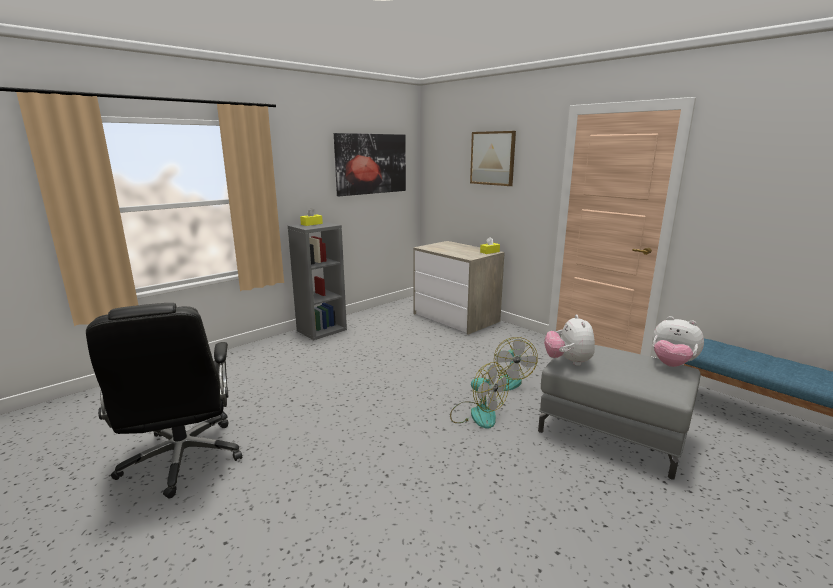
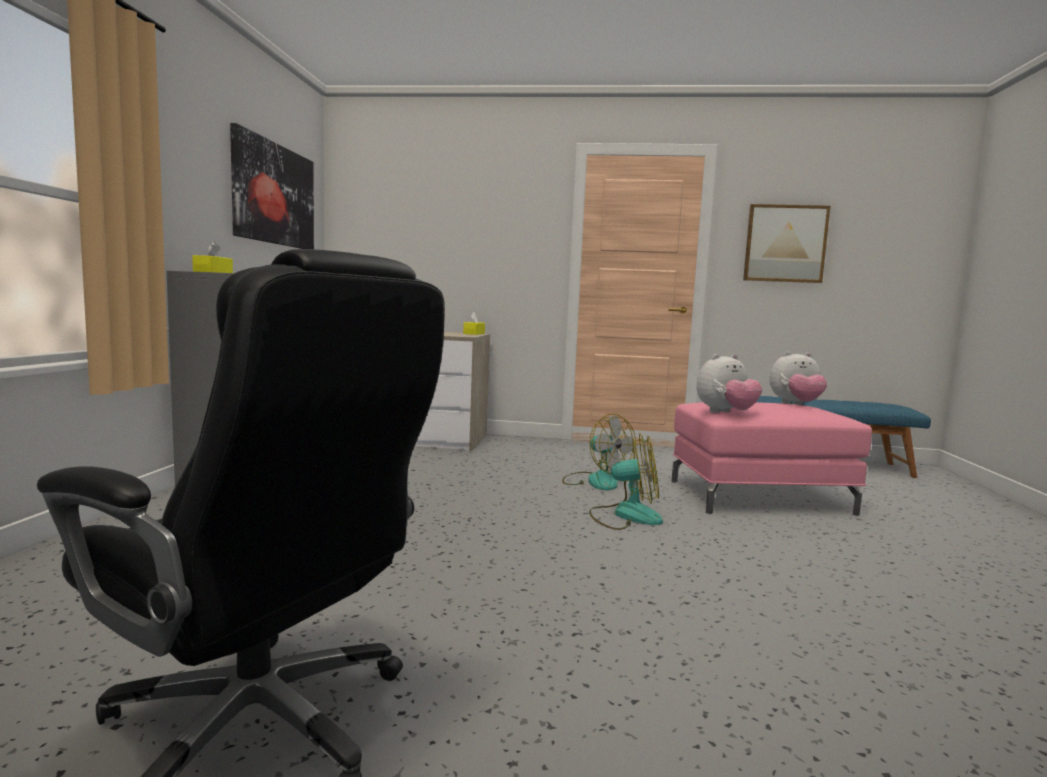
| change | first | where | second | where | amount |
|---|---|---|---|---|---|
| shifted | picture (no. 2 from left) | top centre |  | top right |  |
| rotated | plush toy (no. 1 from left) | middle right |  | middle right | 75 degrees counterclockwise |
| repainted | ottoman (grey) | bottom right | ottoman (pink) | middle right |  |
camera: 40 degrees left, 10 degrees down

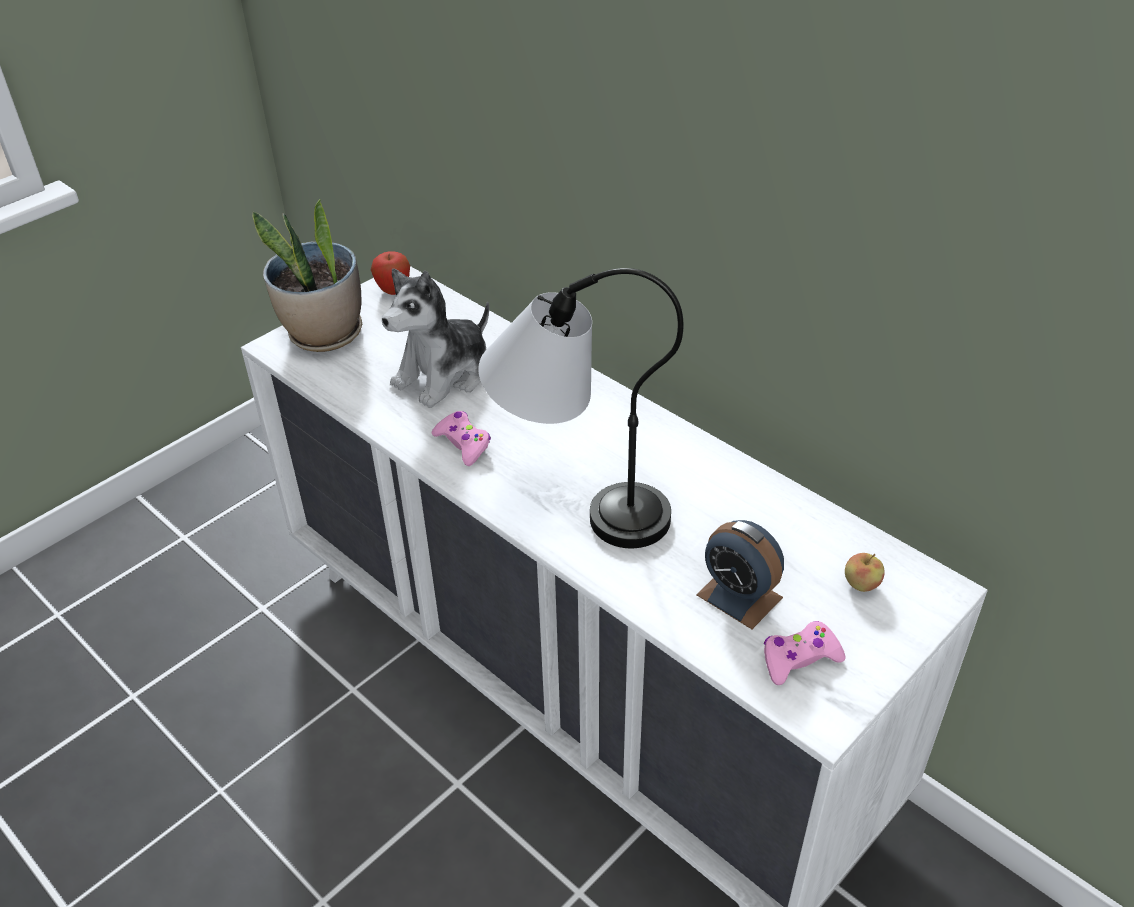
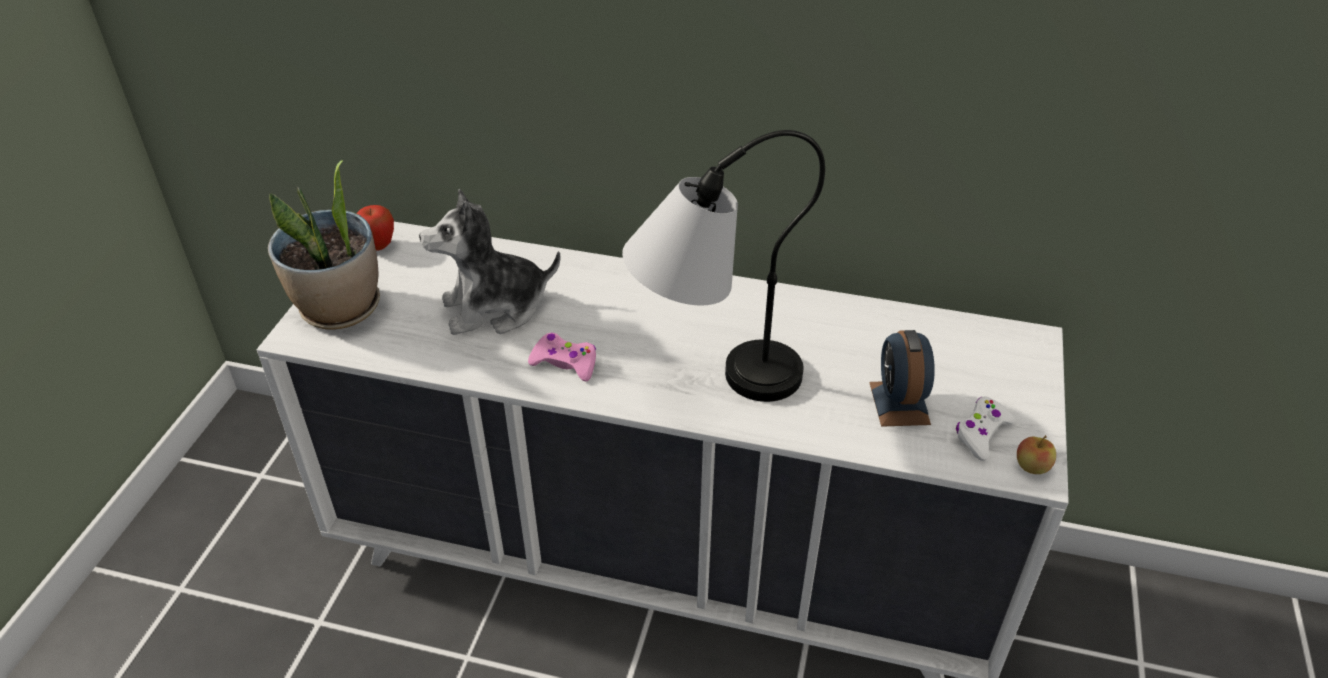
| change | first | where | second | where | amount |
|---|---|---|---|---|---|
| rotated | plush toy | centre |  | centre | 60 degrees clockwise |
| rotated | alarm clock | centre |  | middle right | 75 degrees clockwise |
| shifted | apple (no. 2 from left) | middle right |  | bottom right |  |
| repainted | game controller (pink) (no. 2 from left) | bottom right | game controller (white) | middle right |  |
camera: 30 degrees left, 0 degrees up

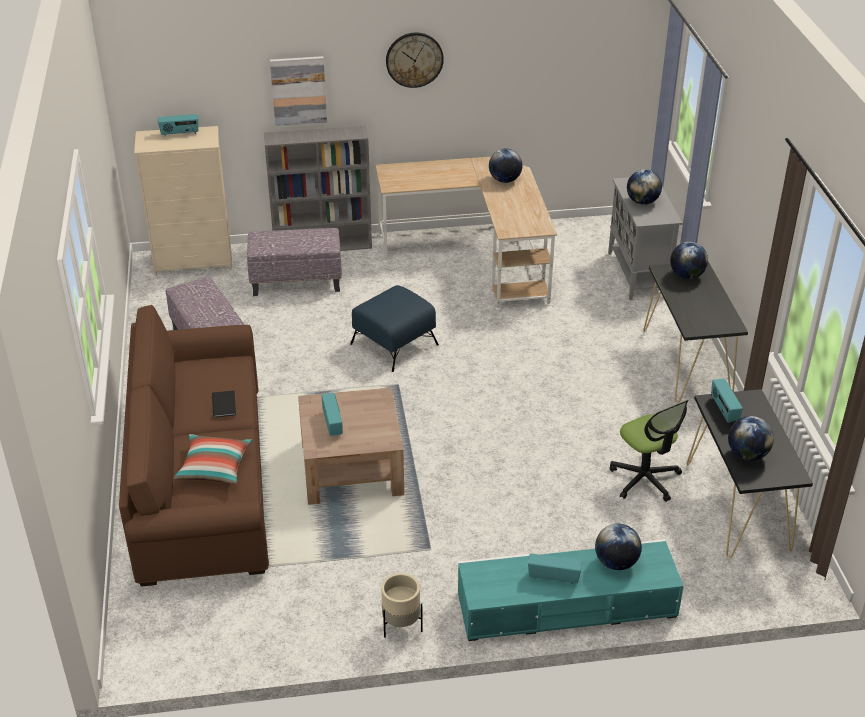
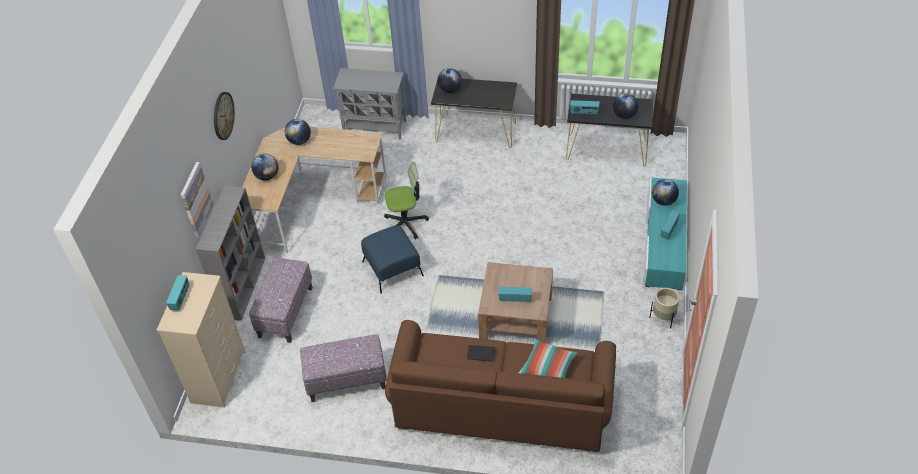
| change | first | where | second | where | amount |
|---|---|---|---|---|---|
| shifted | globe (no. 3 from left in the first image) | top right | globe (no. 1 from left) | middle left |  |
| shifted | office chair | middle right |  | centre |  |
camera: 70 degrees left, 10 degrees up

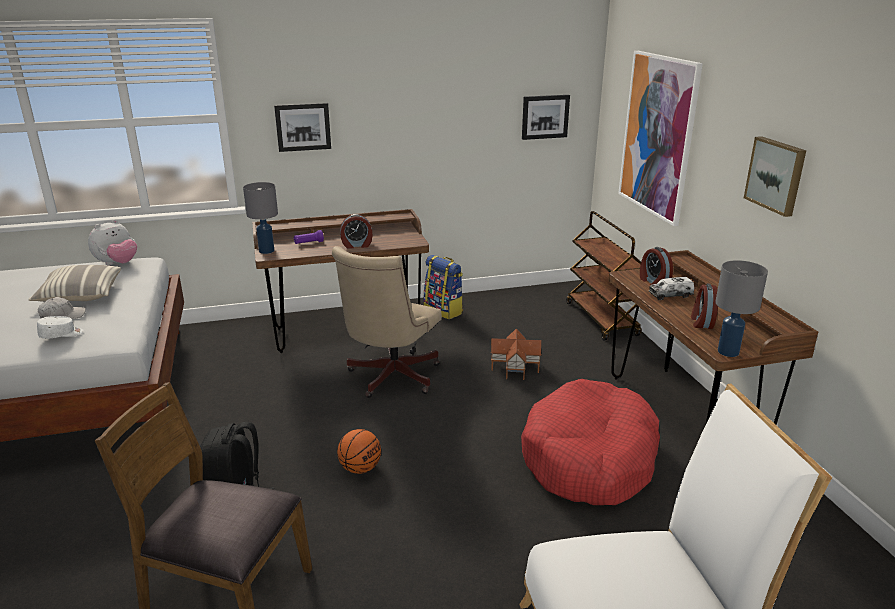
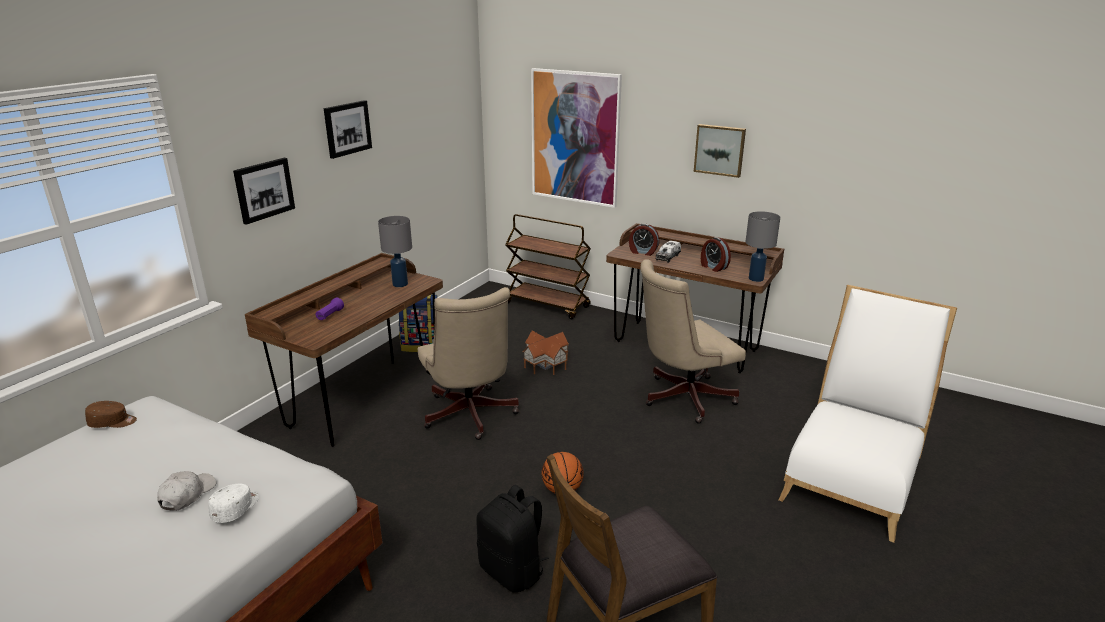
| change | first | where | second | where | amount |
|---|---|---|---|---|---|
| shifted | picture (no. 2 from left) | top centre |  | top left |  |
| shifted | table lamp (grey) (no. 1 from left) | middle left |  | centre |  |
| gone | alarm clock (no. 1 from left) | centre |  |  |  |
| swapped | plush toy | middle left | cap (brown) | middle left |  |
| gone | pillow | middle left |  |  |  |
| swapped | dog bed (red) | bottom centre | office chair (beige) (no. 2 from left) | centre |  |
camera: 45 degrees left, 0 degrees up

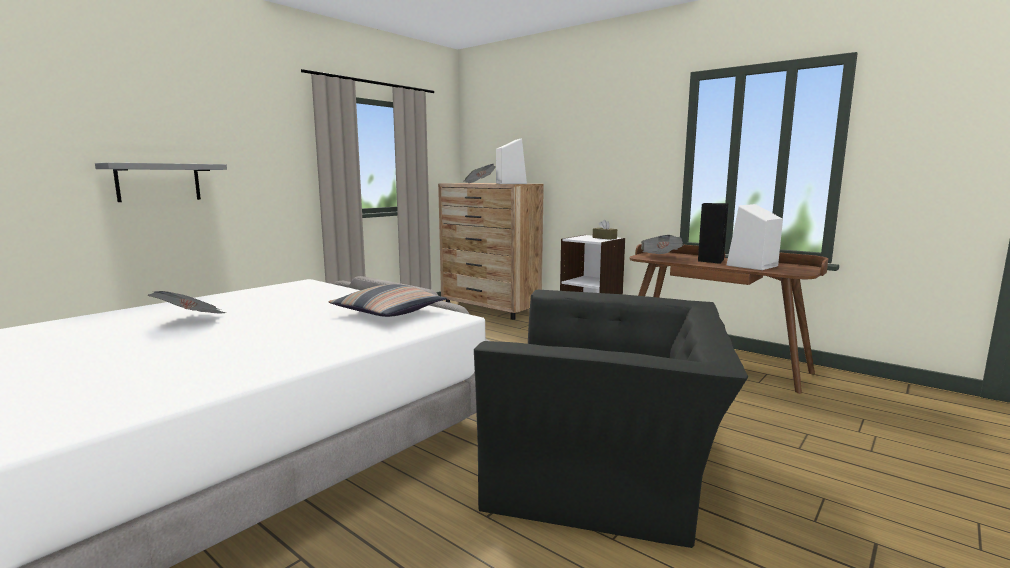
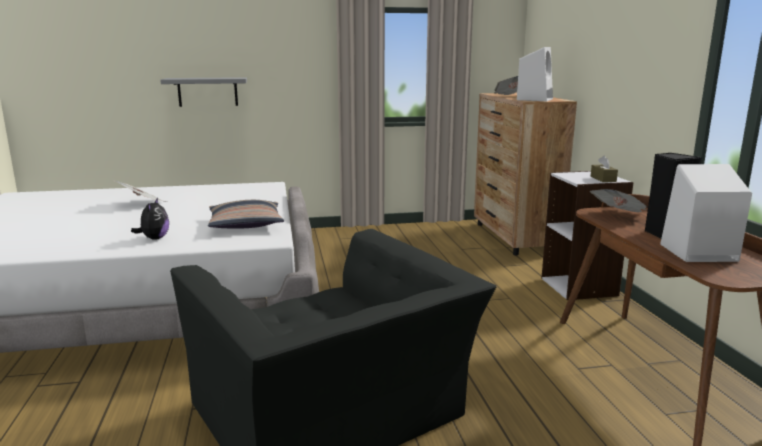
| change | first | where | second | where | amount |
|---|---|---|---|---|---|
| new |  |  | plush toy | middle left |  |
camera: 40 degrees right, 5 degrees up

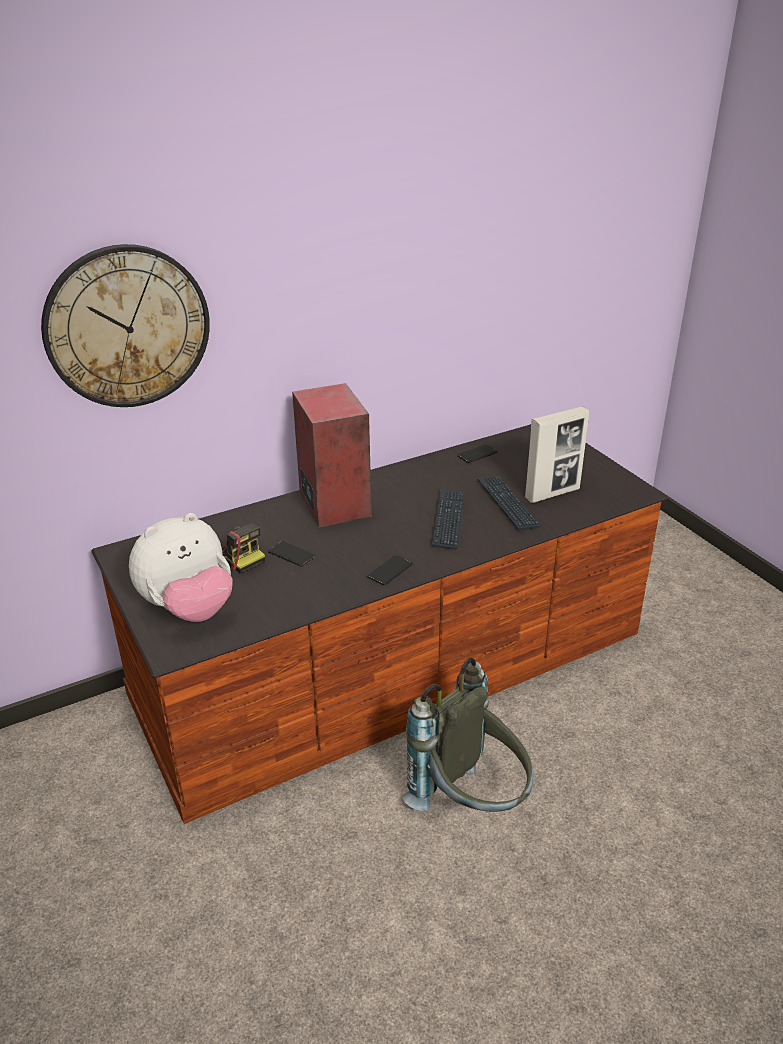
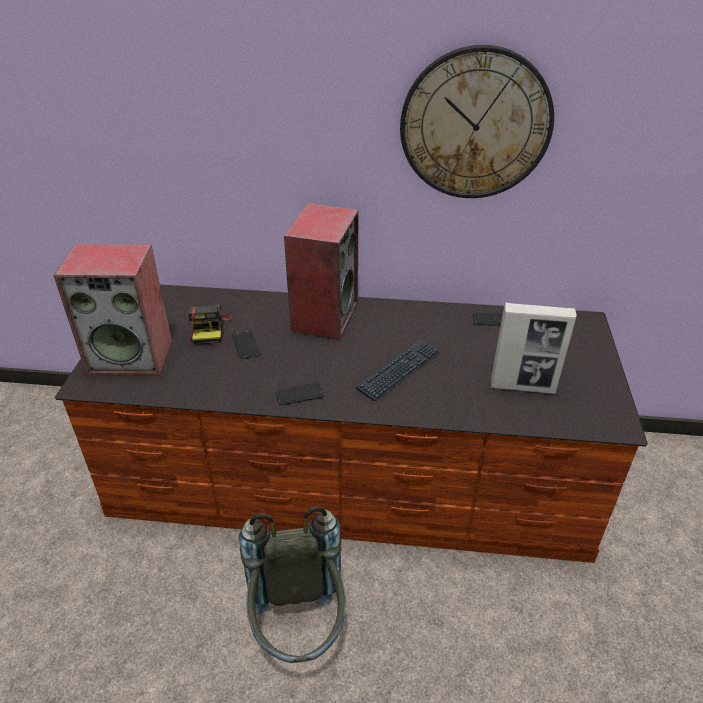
| change | first | where | second | where | amount |
|---|---|---|---|---|---|
| shifted | wall clock | top left |  | top right |  |
| gone | keyboard (no. 2 from left) | centre |  |  |  |
| swapped | plush toy | middle left | speaker (no. 1 from left) | middle left |  |
camera: 35 degrees right, 5 degrees up

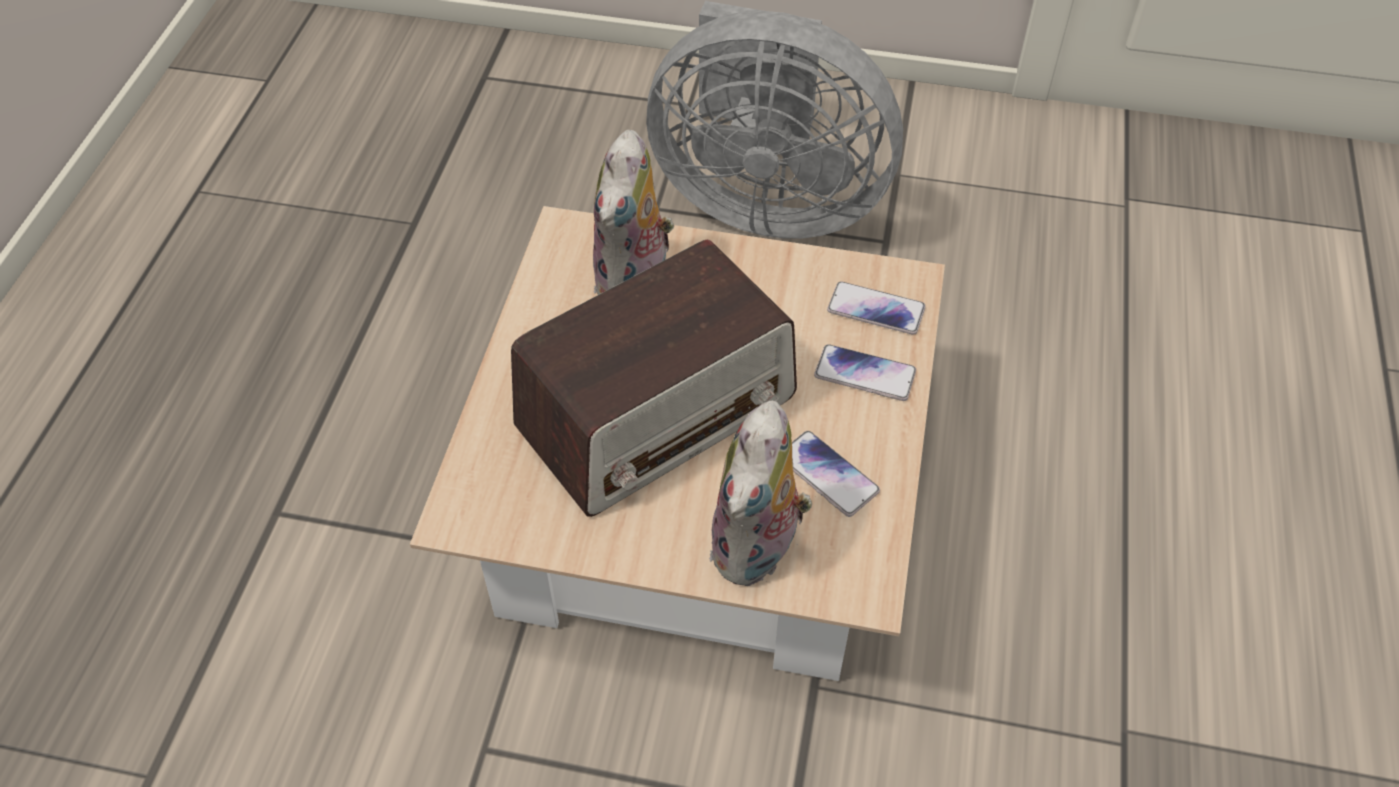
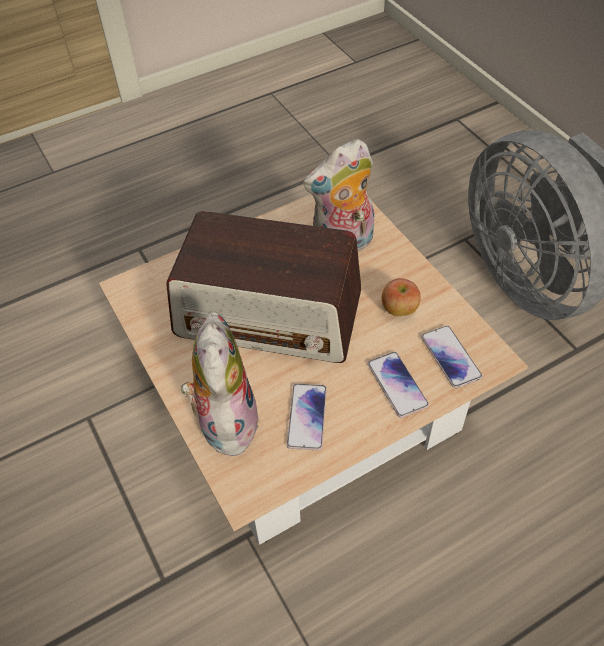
| change | first | where | second | where | amount |
|---|---|---|---|---|---|
| rotated | plush toy (no. 2 from left in the first image) | centre | plush toy (no. 1 from left) | centre | 105 degrees clockwise |
| new |  |  | apple | centre |  |
camera: 50 degrees right, 0 degrees up

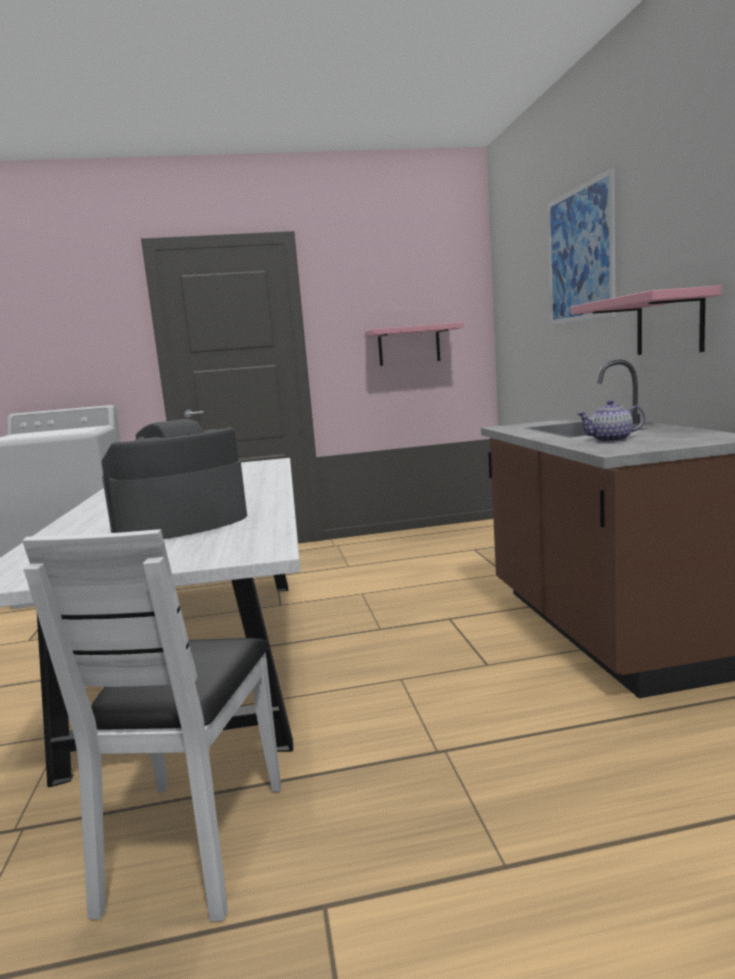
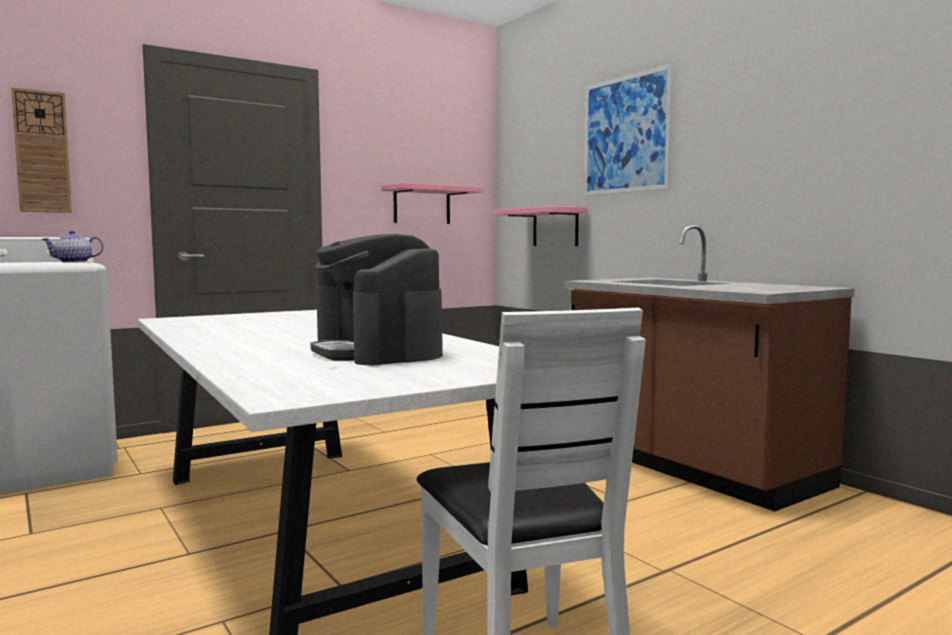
| change | first | where | second | where | amount |
|---|---|---|---|---|---|
| shifted | shelf (pink) (no. 2 from left) | top right |  | centre |  |
| shifted | teapot | middle right |  | middle left |  |
| rotated | coffee machine | middle left |  | centre | 60 degrees counterclockwise |
| new |  |  | wall clock | top left |  |
camera: 25 degrees left, 5 degrees down

